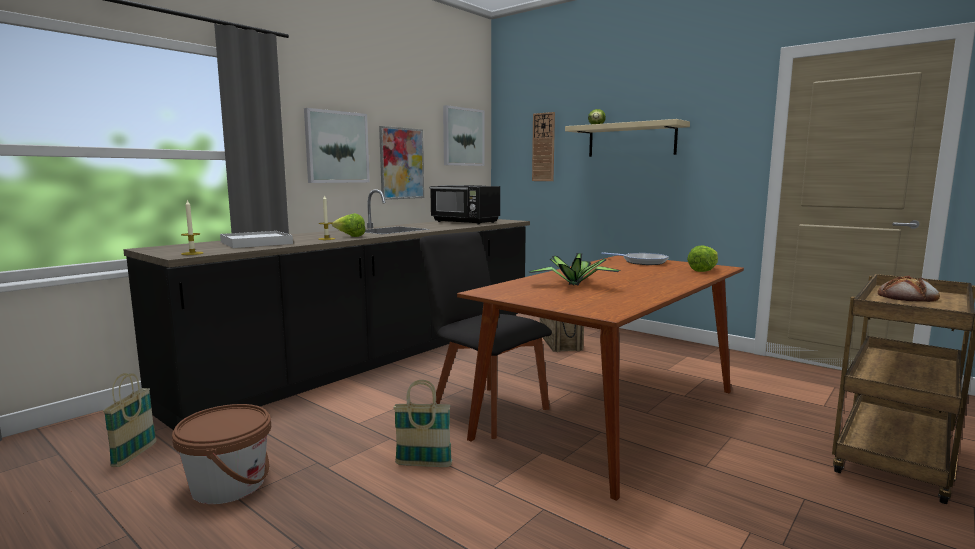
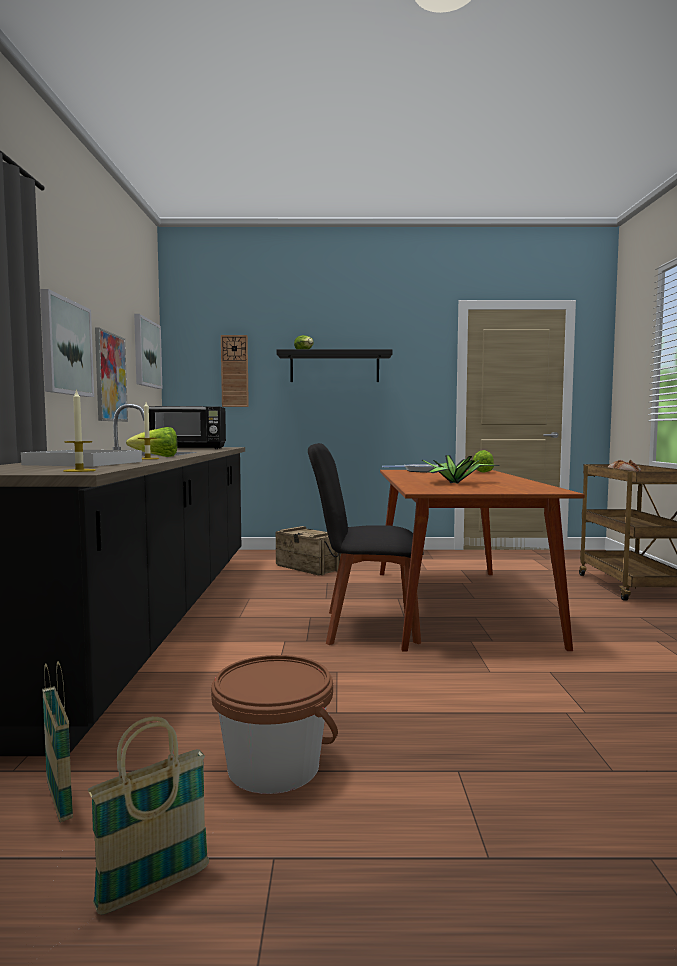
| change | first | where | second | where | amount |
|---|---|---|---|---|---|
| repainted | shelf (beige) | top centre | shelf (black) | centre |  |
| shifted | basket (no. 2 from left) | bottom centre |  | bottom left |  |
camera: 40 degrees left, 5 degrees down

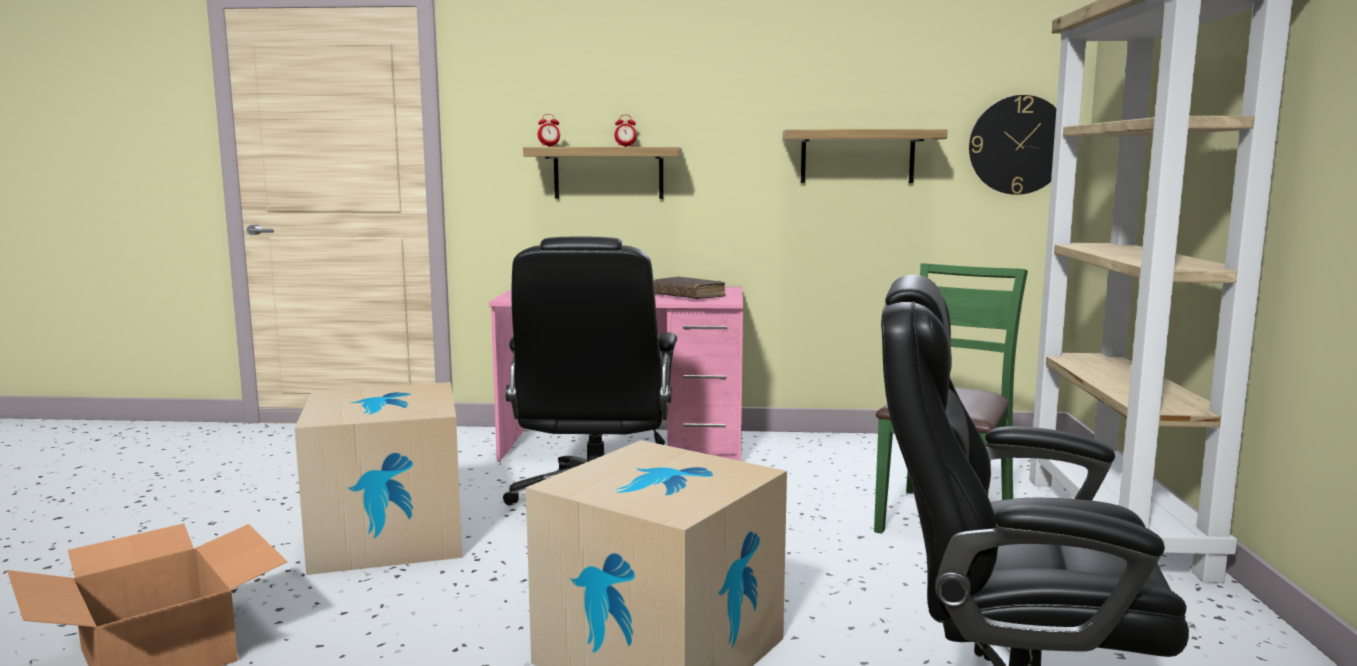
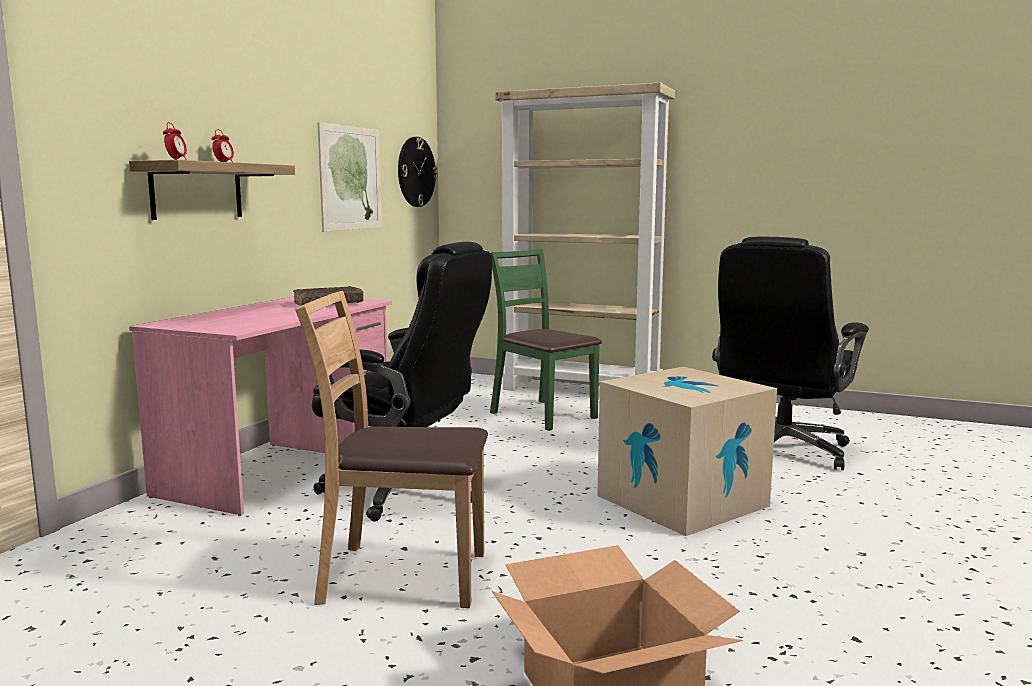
| change | first | where | second | where | amount |
|---|---|---|---|---|---|
| swapped | shelf (no. 2 from left) | top centre | picture | top centre |  |
| swapped | cardboard box (no. 2 from left) | bottom left | chair (brown) | centre |  |
camera: 70 degrees left, 0 degrees up

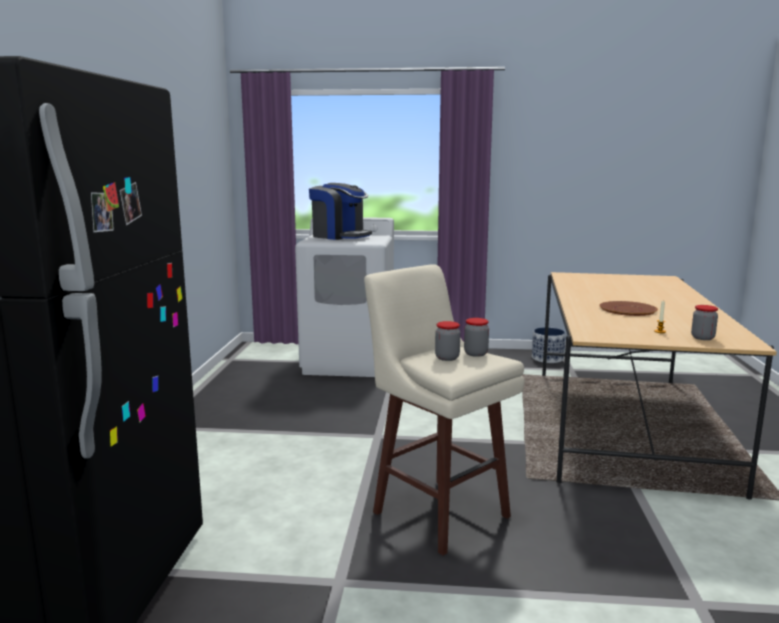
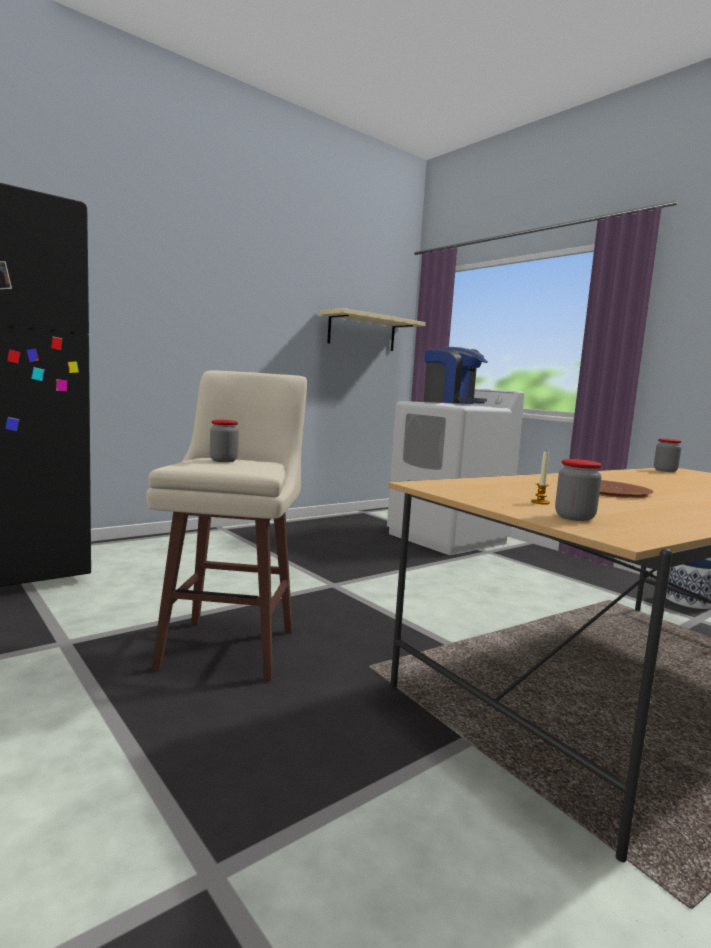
| change | first | where | second | where | amount |
|---|---|---|---|---|---|
| rotated | coffee machine | centre |  | centre | 45 degrees counterclockwise |
| shifted | jar (no. 2 from left in the first image) | centre | jar (no. 3 from left) | middle right |  |
| new |  |  | shelf (beige) | centre |  |
camera: 45 degrees right, 5 degrees down

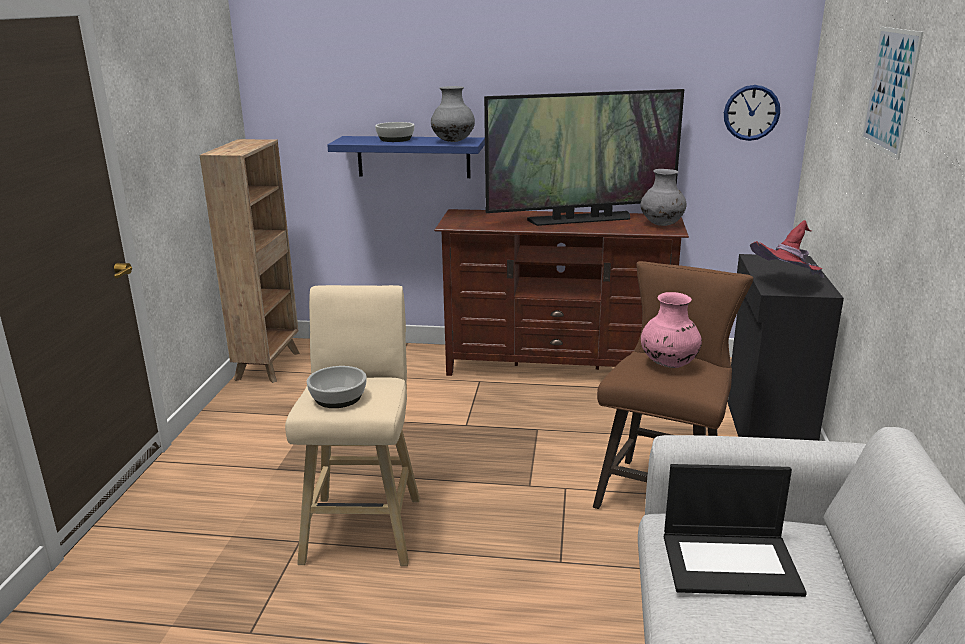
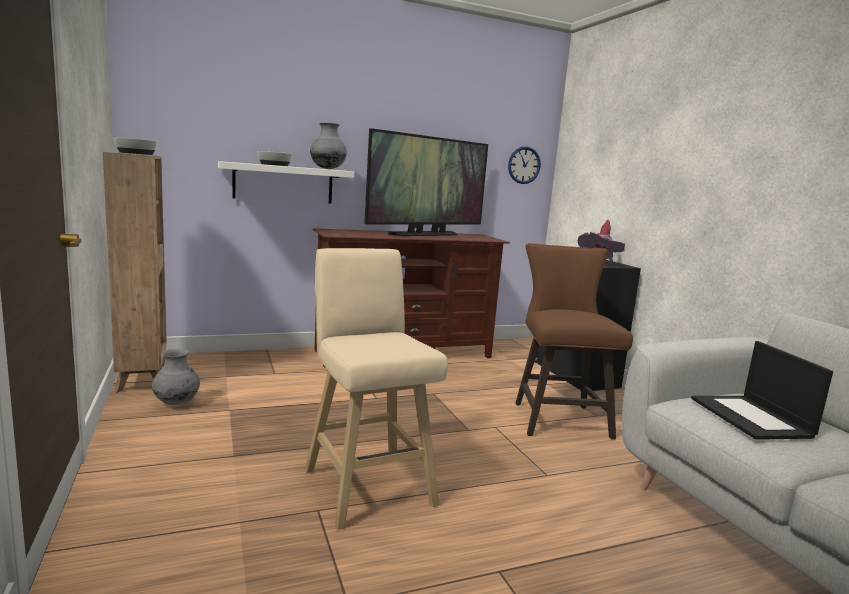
| change | first | where | second | where | amount |
|---|---|---|---|---|---|
| gone | picture | top right |  |  |  |
| repainted | shelf (blue) | top centre | shelf (white) | top centre |  |
| shifted | vase (grey) (no. 2 from left in the first image) | top right | vase (grey) (no. 1 from left) | middle left |  |
| gone | vase (pink) | middle right |  |  |  |
| shifted | bowl (no. 1 from left) | centre |  | top left |  |
| rotated | laptop | bottom right |  | middle right | 105 degrees clockwise |
camera: 30 degrees left, 10 degrees down

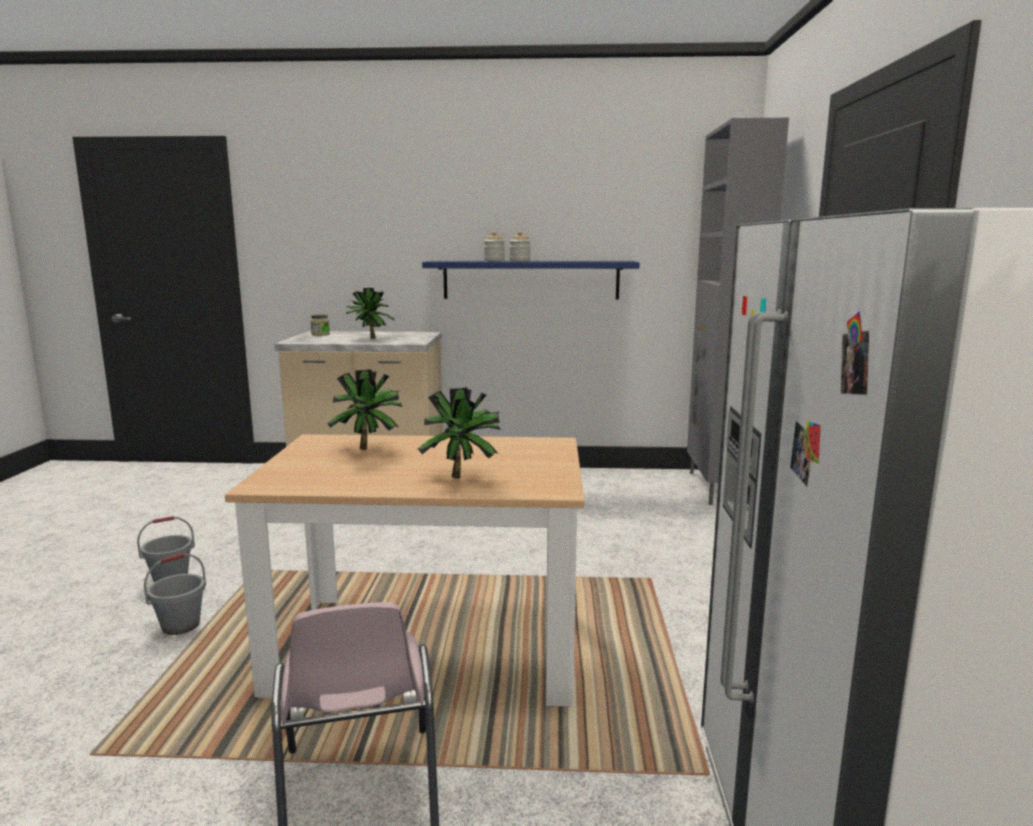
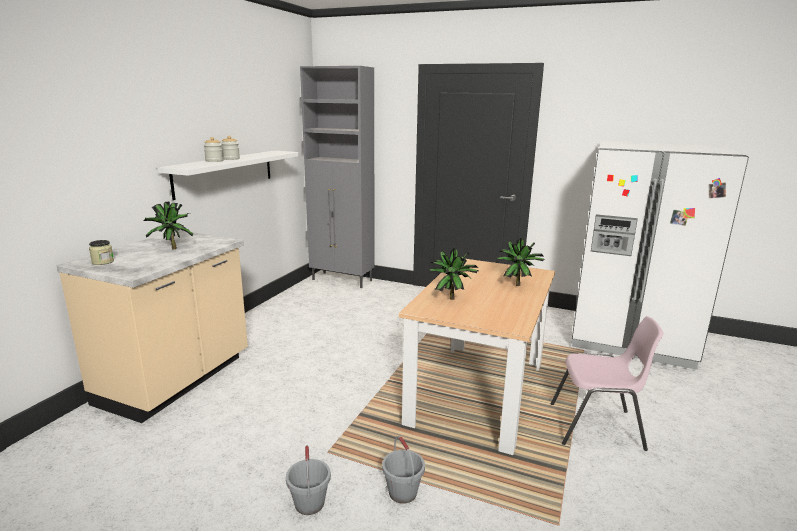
| change | first | where | second | where | amount |
|---|---|---|---|---|---|
| repainted | shelf (blue) | centre | shelf (white) | top left |  |
camera: 70 degrees left, 5 degrees up

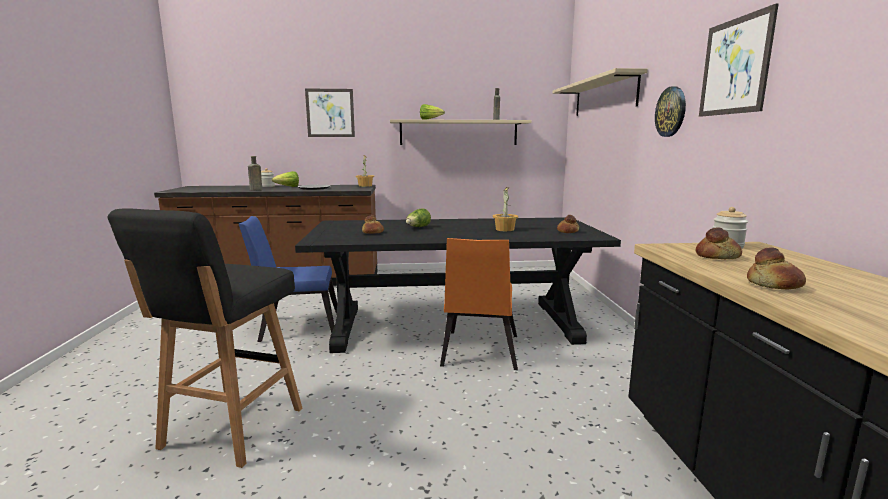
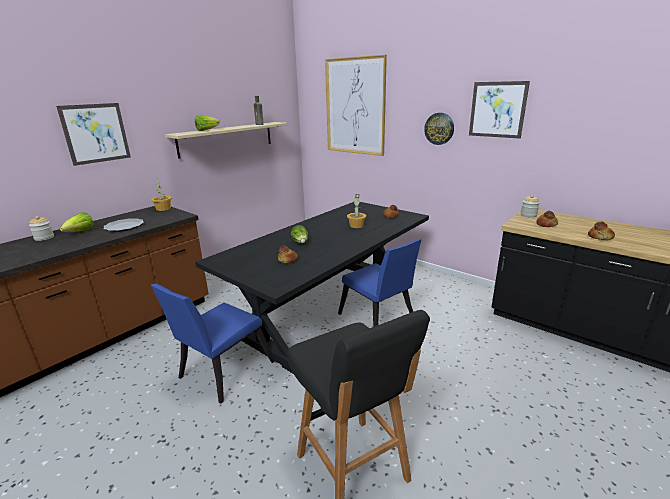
| change | first | where | second | where | amount |
|---|---|---|---|---|---|
| swapped | shelf (beige) (no. 2 from left) | top right | picture (no. 2 from left) | top centre |  |
| gone | bottle (brown) (no. 1 from left) | middle left |  |  |  |
| repainted | chair (orange) | centre | chair (blue) (no. 2 from left) | centre |  |
camera: 45 degrees left, 10 degrees up

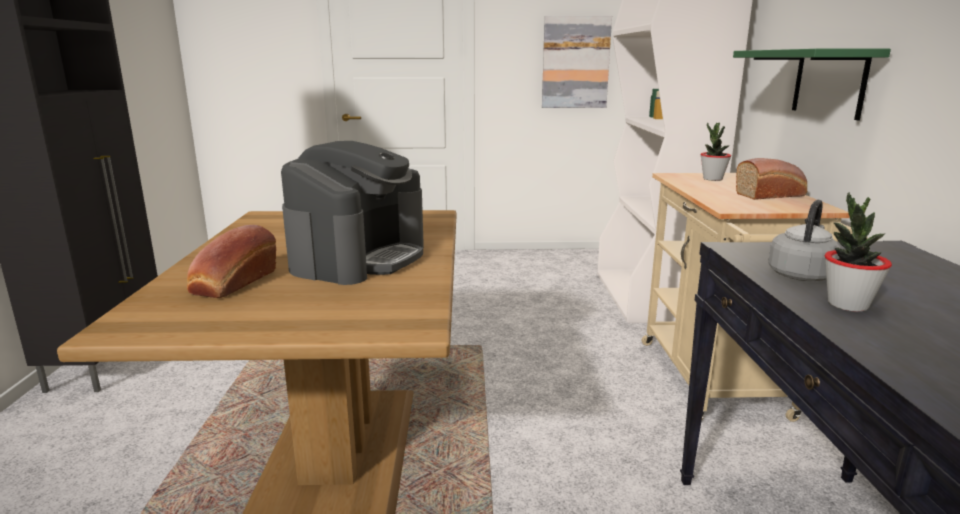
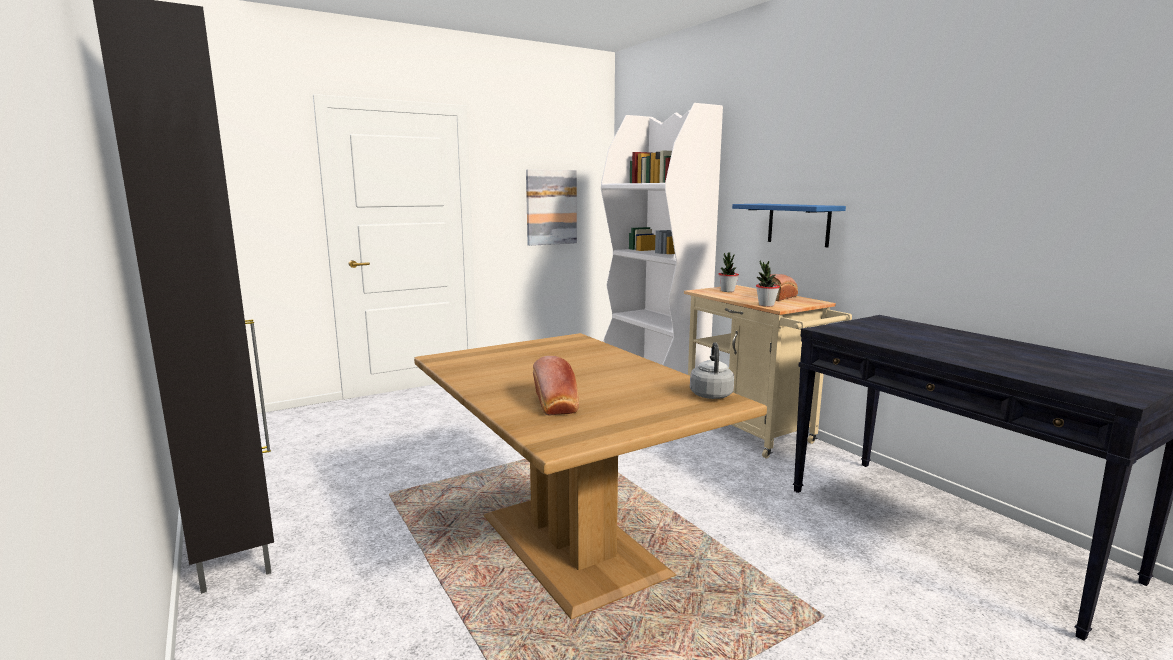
| change | first | where | second | where | amount |
|---|---|---|---|---|---|
| repainted | shelf (green) | top right | shelf (blue) | middle right |  |
| gone | coffee machine | centre |  |  |  |
| shifted | potted plant (no. 2 from left) | middle right |  | centre |  |
| shifted | kettle (grey) | middle right |  | centre |  |
camera: 30 degrees left, 5 degrees down

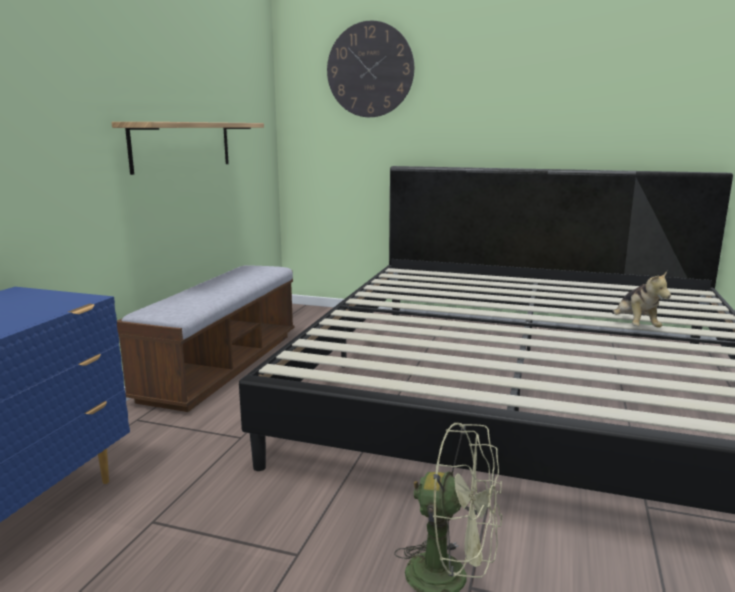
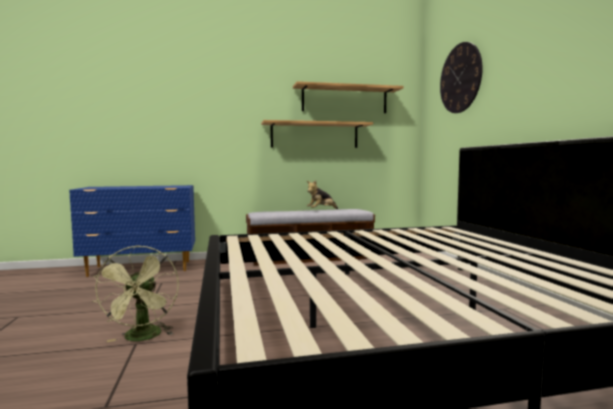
| change | first | where | second | where | amount |
|---|---|---|---|---|---|
| shifted | plush toy | middle right |  | centre |  |
| new |  |  | shelf (no. 2 from left) | top centre |  |
camera: 60 degrees right, 10 degrees down

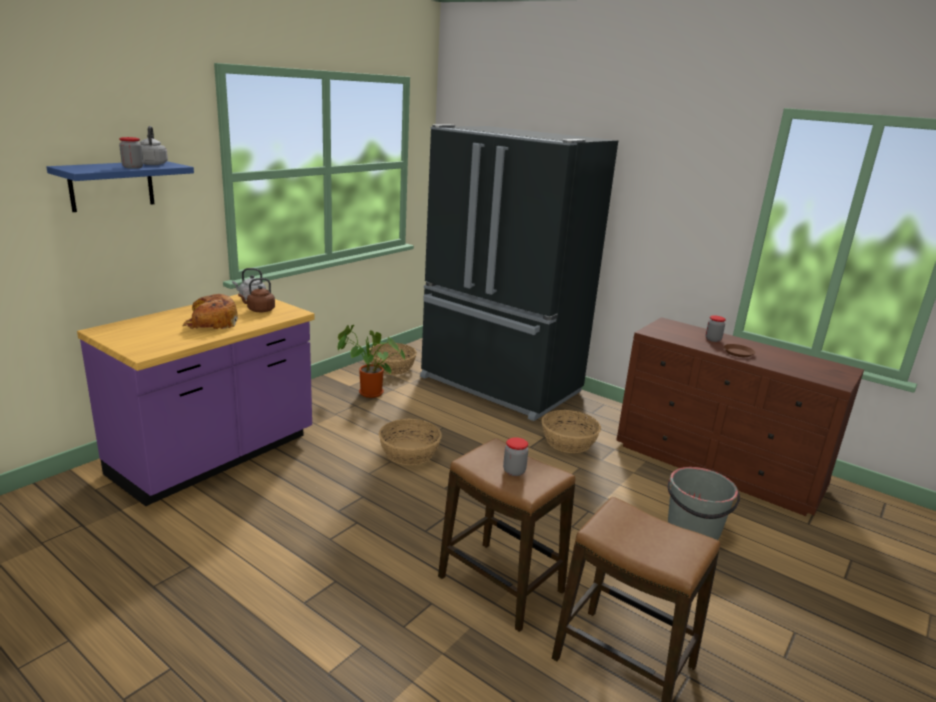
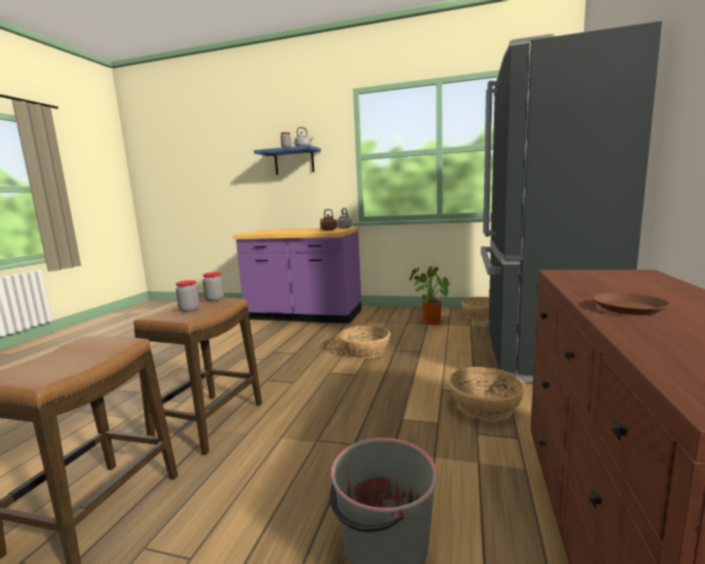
| change | first | where | second | where | amount |
|---|---|---|---|---|---|
| gone | bread | middle left |  |  |  |
| shifted | jar (no. 3 from left in the first image) | middle right | jar (no. 2 from left) | middle left |  |
camera: 70 degrees right, 10 degrees down

